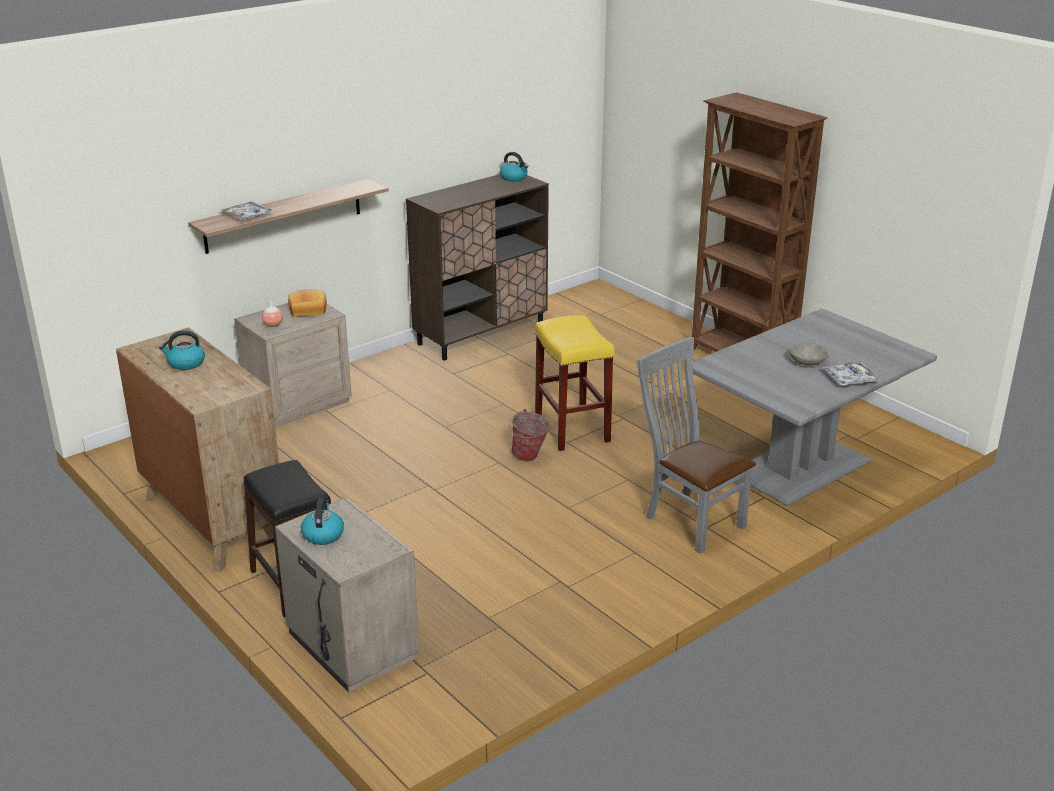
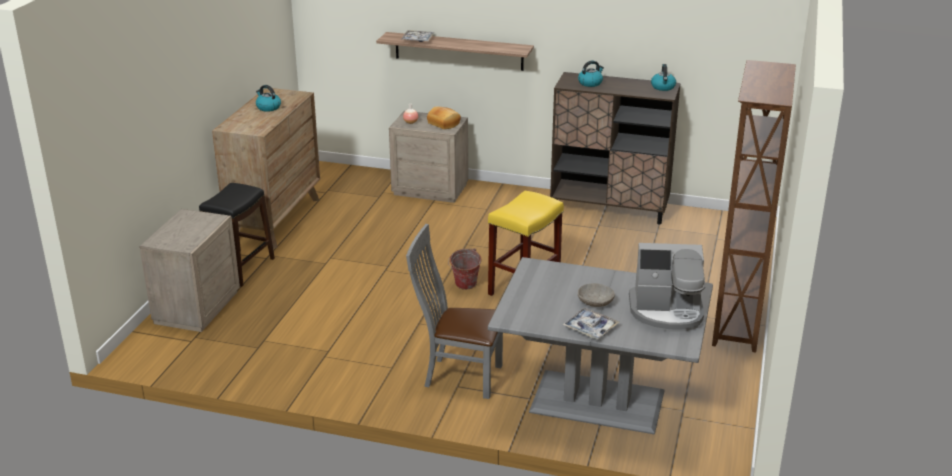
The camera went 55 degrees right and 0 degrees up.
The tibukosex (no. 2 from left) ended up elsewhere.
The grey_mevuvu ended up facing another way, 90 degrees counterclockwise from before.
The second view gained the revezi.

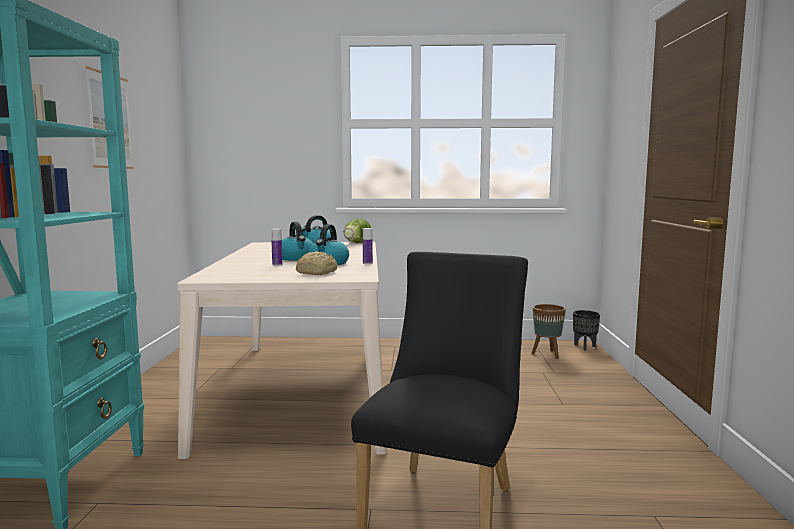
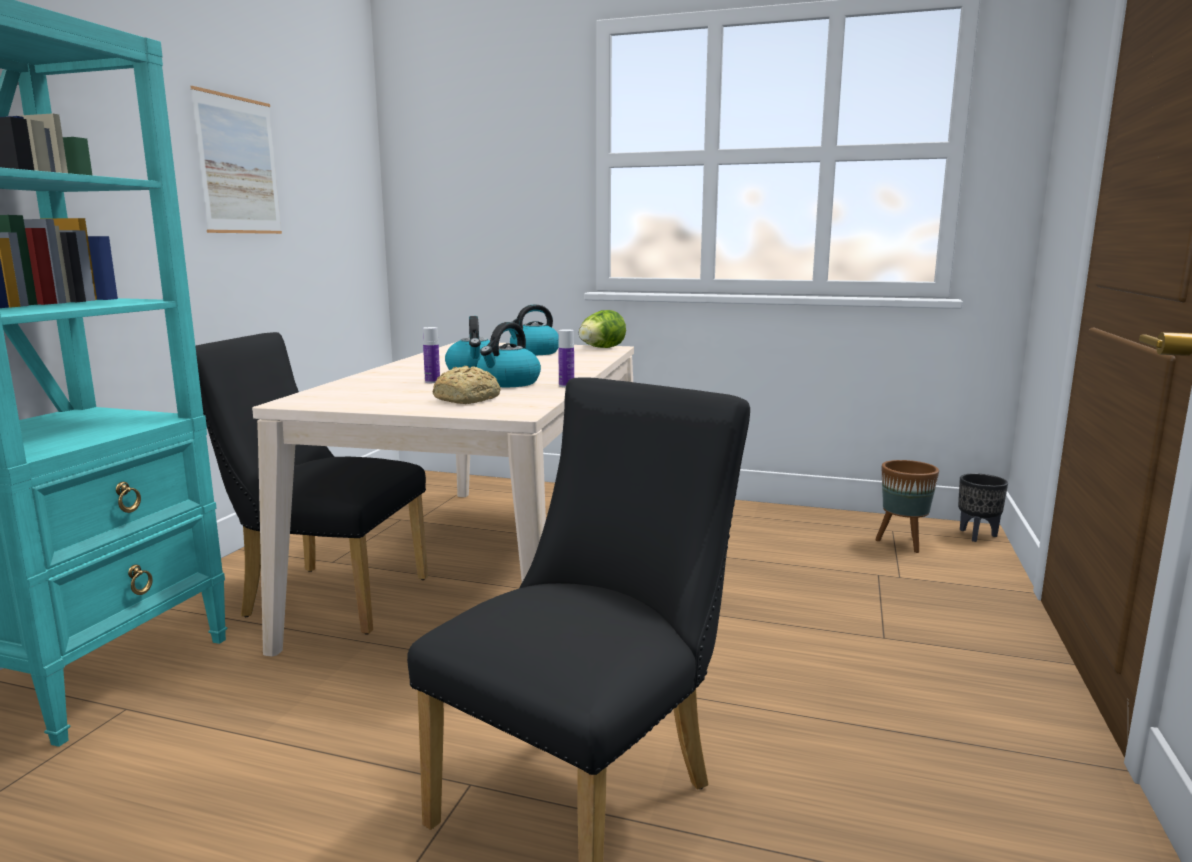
The camera went 15 degrees right and 5 degrees up.
The second view gained the black_mevuvu (no. 1 from left).

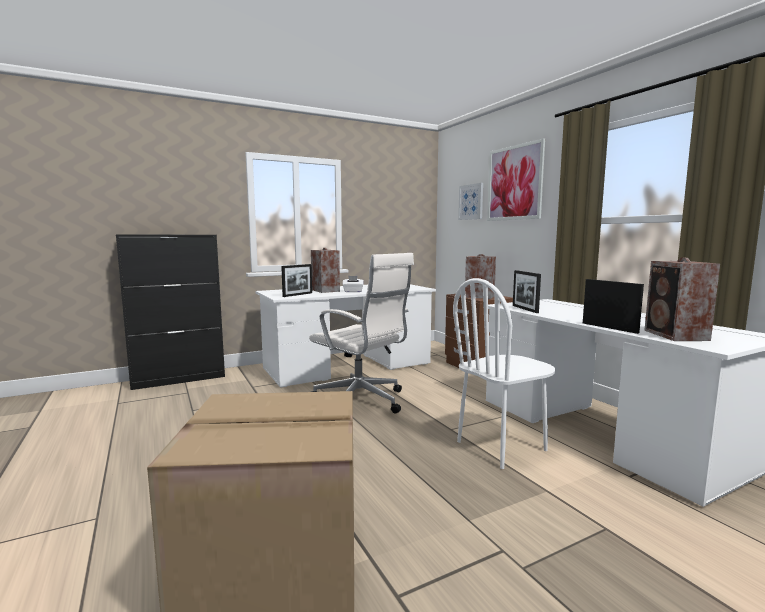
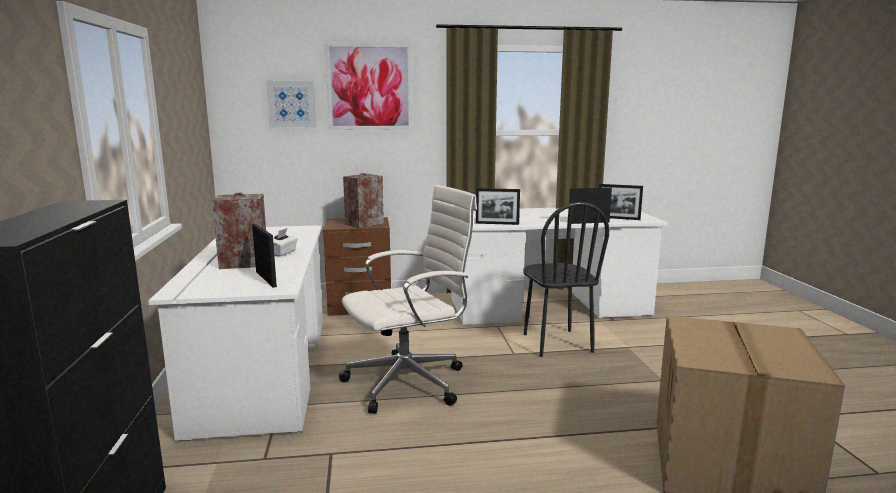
The camera went 70 degrees left and 5 degrees up.
What was the white_mevuvu turned into the black_mevuvu.
Where the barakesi (no. 3 from left) stood, the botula (no. 4 from left) came to stand.

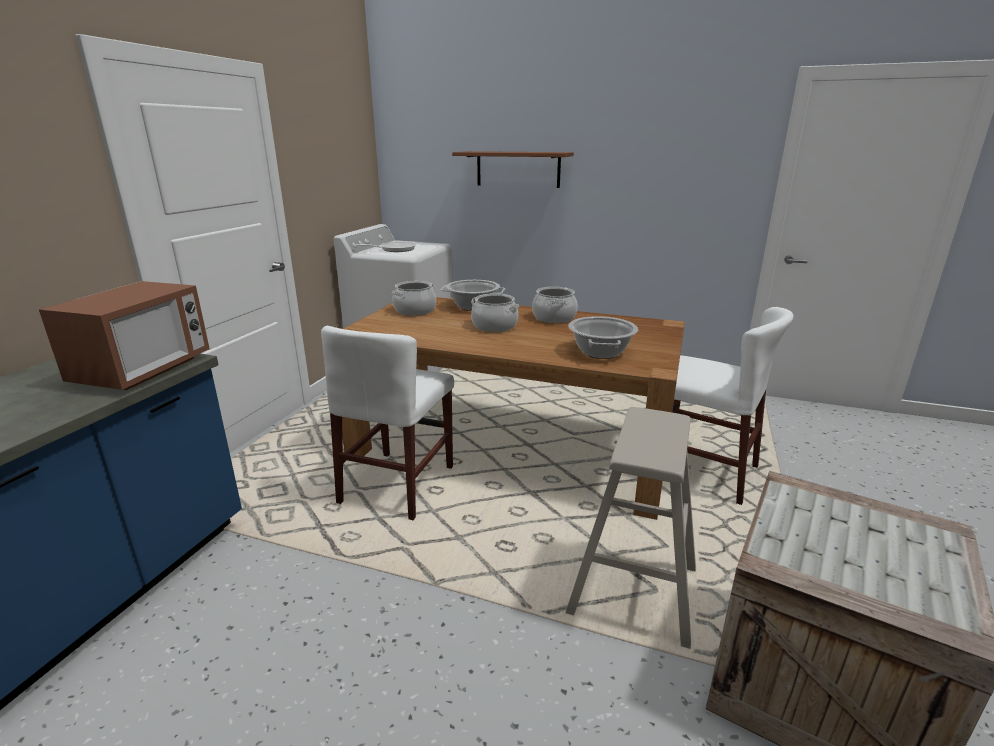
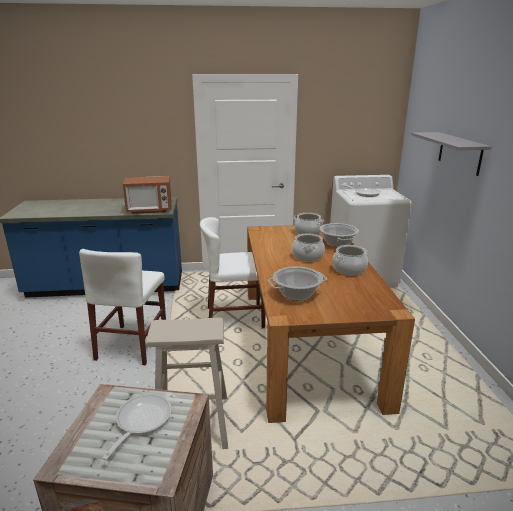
The camera went 65 degrees right and 0 degrees up.
What was the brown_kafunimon turned into the grey_kafunimon.
The white_mevuvu (no. 2 from left in the first image) ended up elsewhere.
The second view gained the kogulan (no. 1 from left).

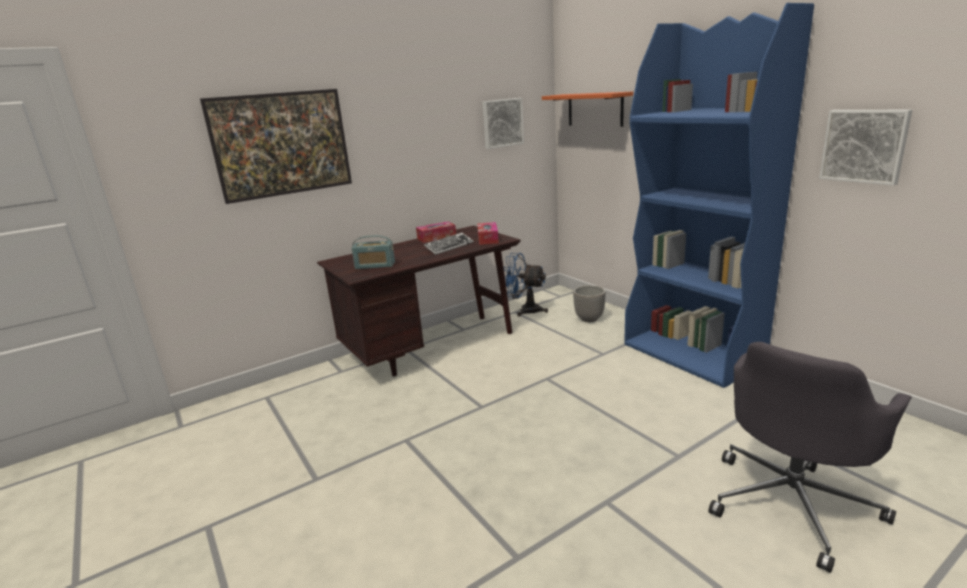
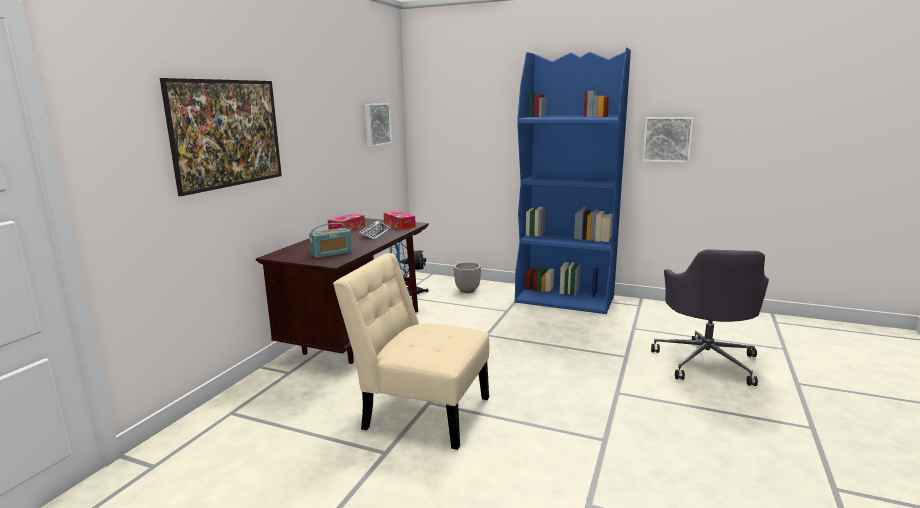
The camera went 35 degrees left and 5 degrees down.
The second view lost the orange_kafunimon.
The second view gained the beige_mevuvu.

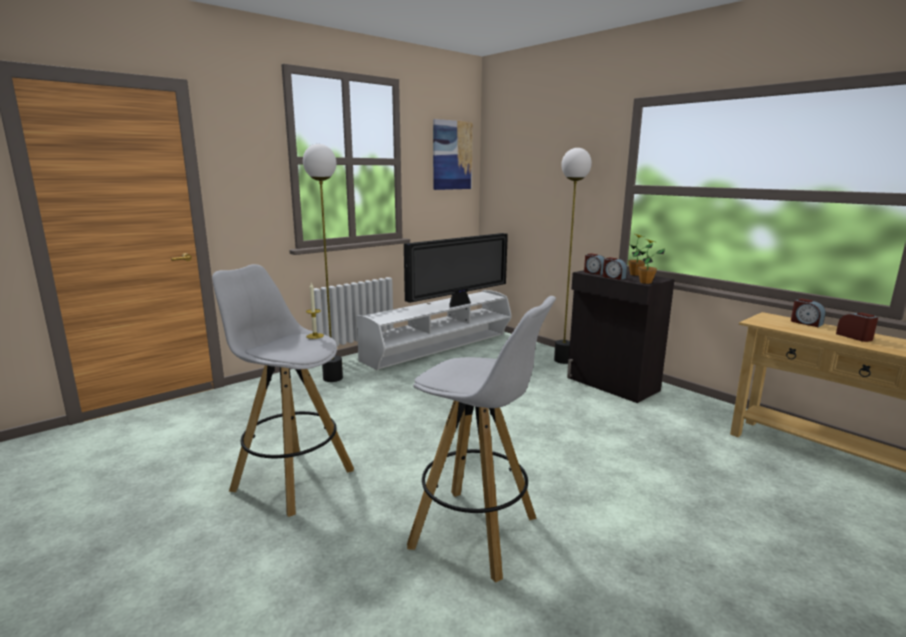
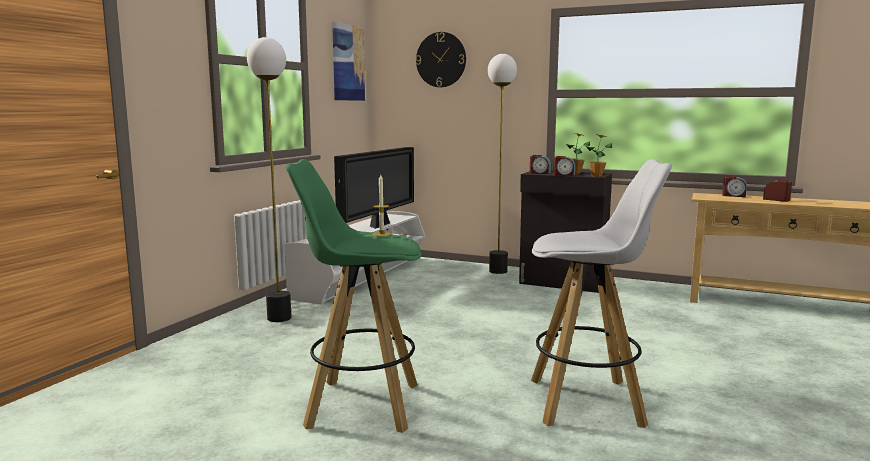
The camera went 25 degrees left and 5 degrees down.
What was the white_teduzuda (no. 1 from left) turned into the green_teduzuda.
The second view gained the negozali.

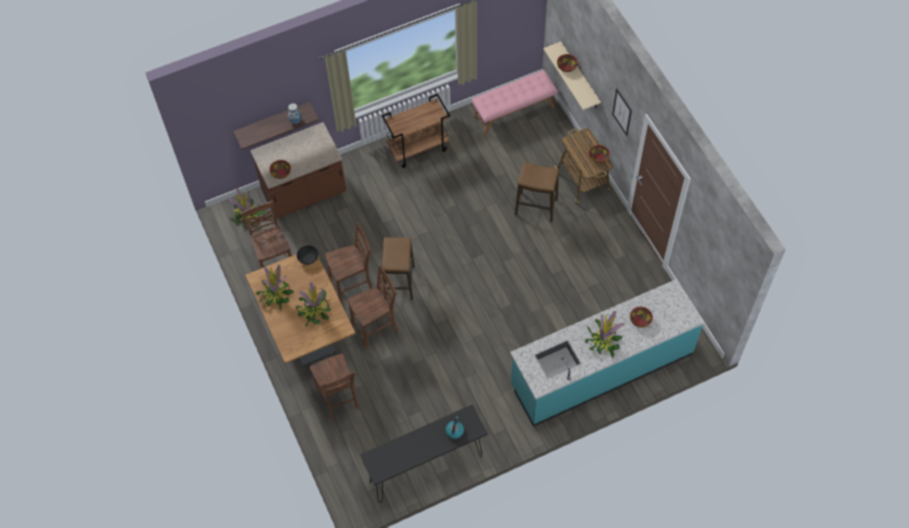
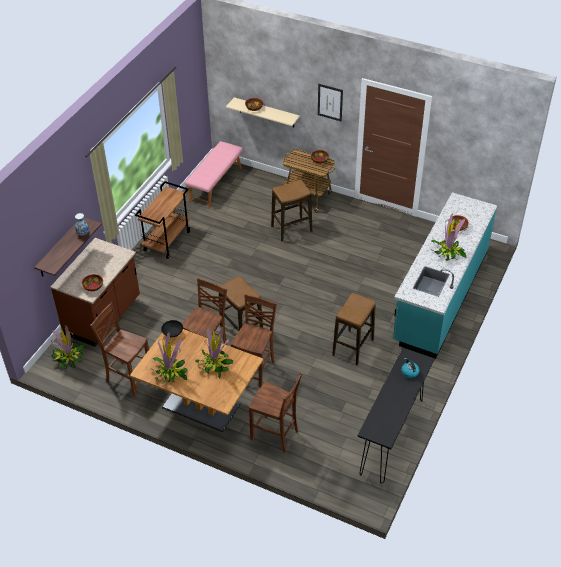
The camera went 40 degrees left and 15 degrees down.
The second view gained the teduzuda (no. 3 from left).

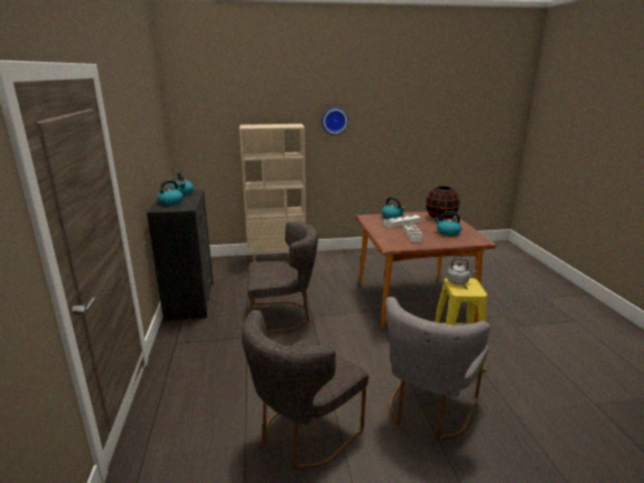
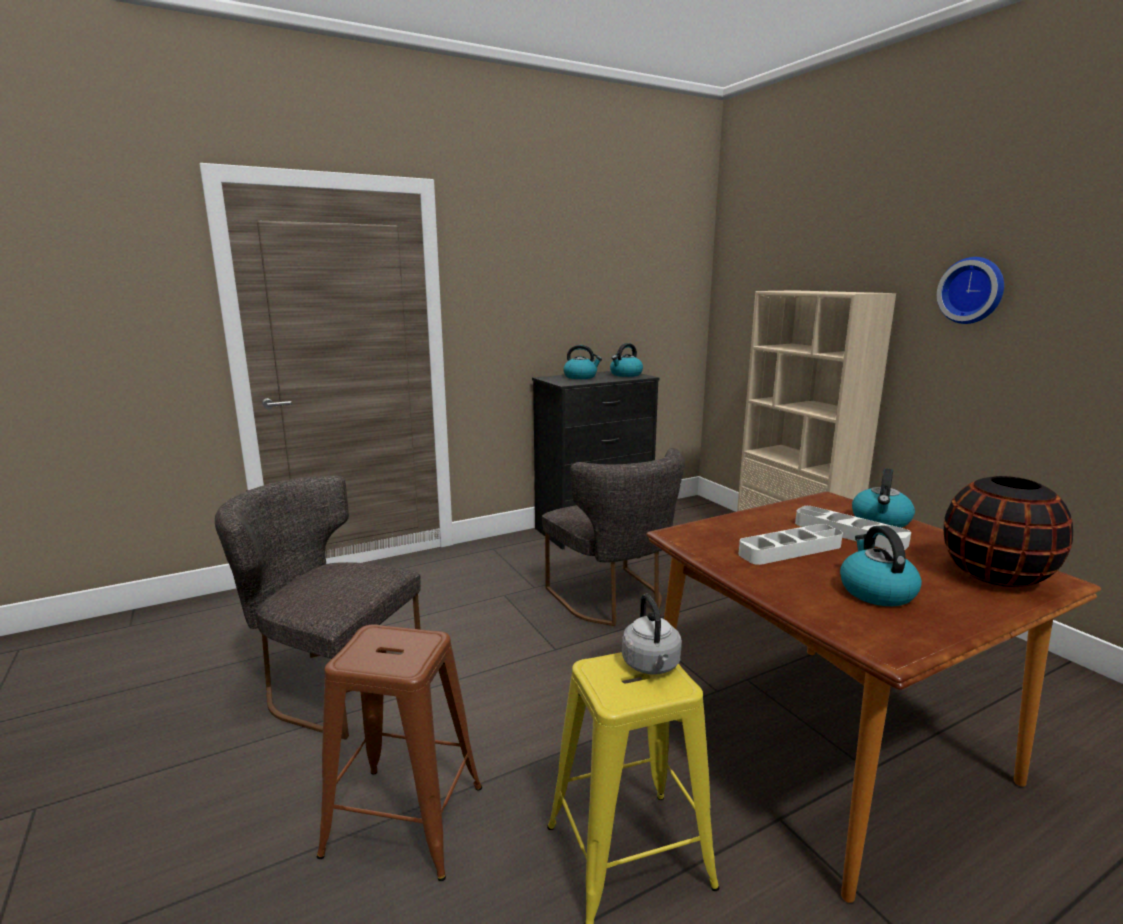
The camera went 70 degrees right and 5 degrees down.
Where the grey_mevuvu (no. 3 from left) stood, the brown_teduzuda came to stand.

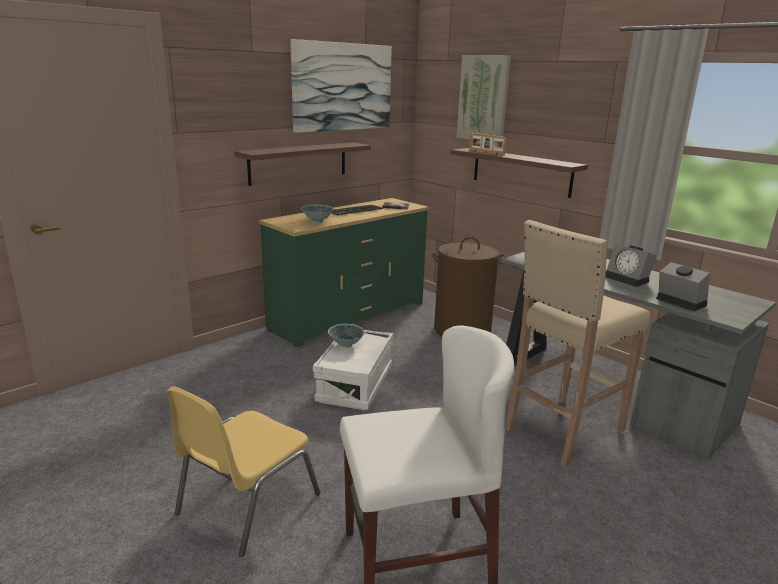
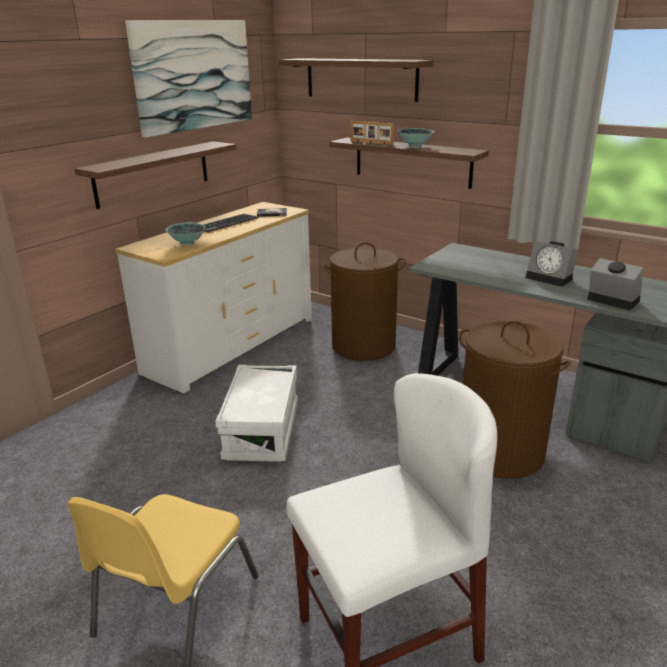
The camera went 10 degrees left and 5 degrees up.
What was the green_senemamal turned into the white_senemamal.
The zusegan (no. 2 from left) ended up elsewhere.
Where the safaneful (no. 2 from left) hung, the kafunimon (no. 2 from left) came to hang.
Where the beige_teduzuda stood, the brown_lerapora (no. 2 from left) came to stand.

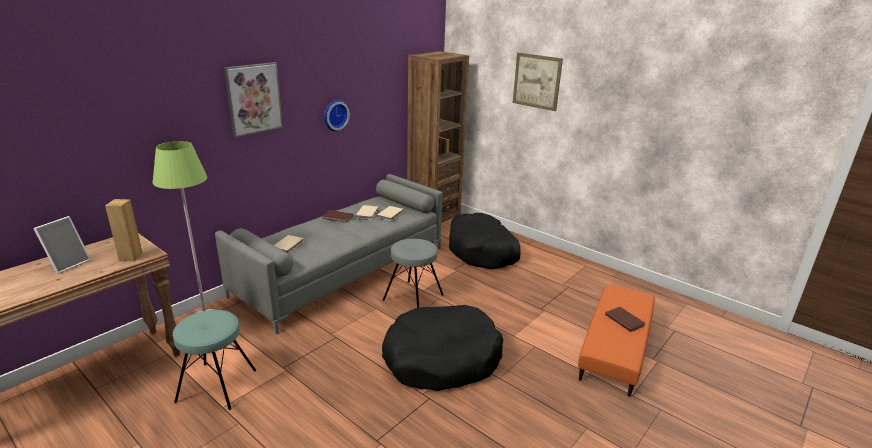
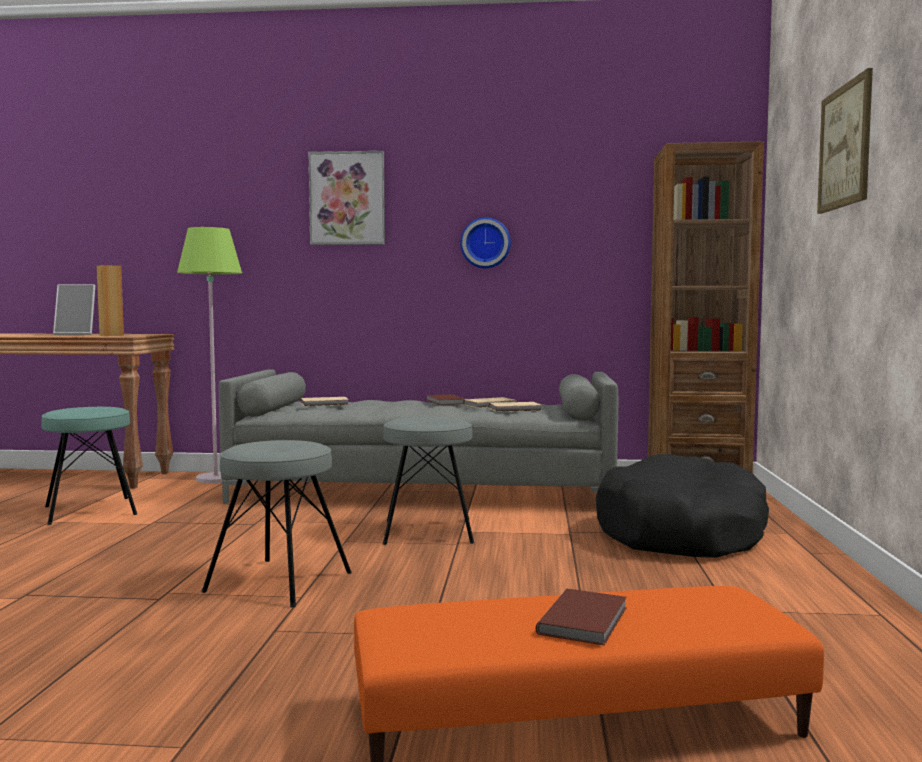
The camera went 55 degrees right and 20 degrees down.
Where the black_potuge (no. 1 from left) stood, the grey_teduzuda (no. 1 from left) came to stand.

